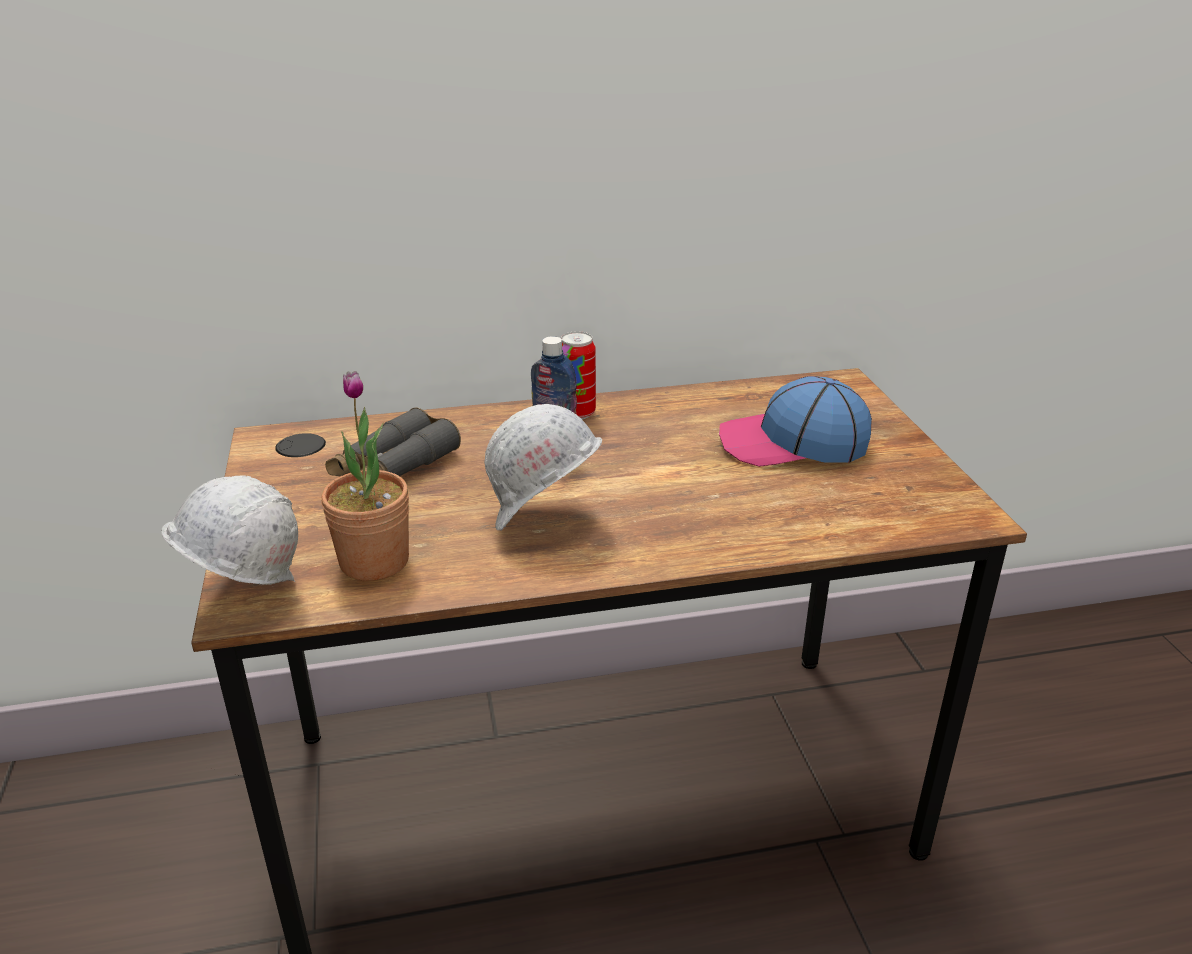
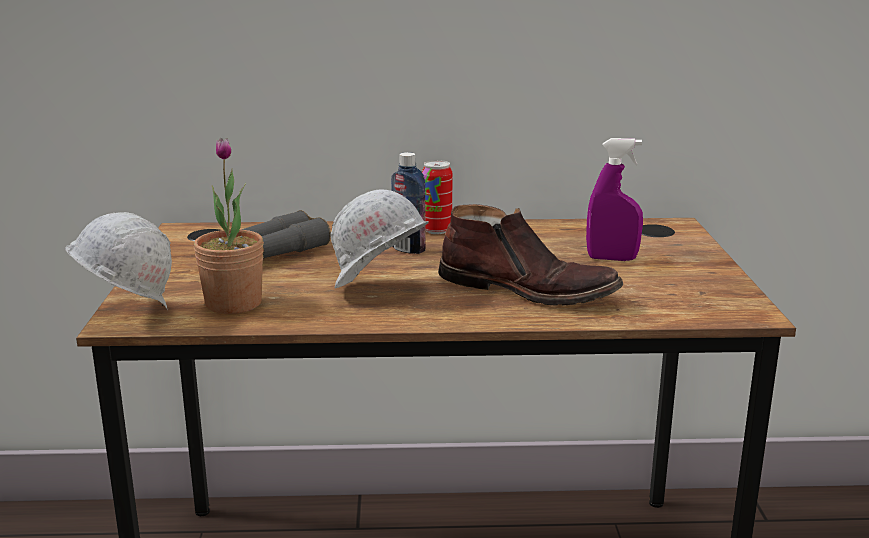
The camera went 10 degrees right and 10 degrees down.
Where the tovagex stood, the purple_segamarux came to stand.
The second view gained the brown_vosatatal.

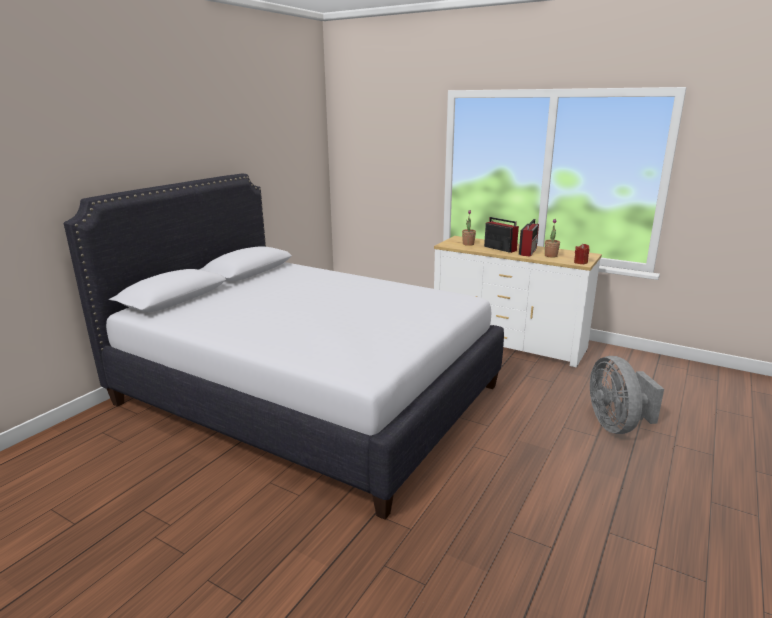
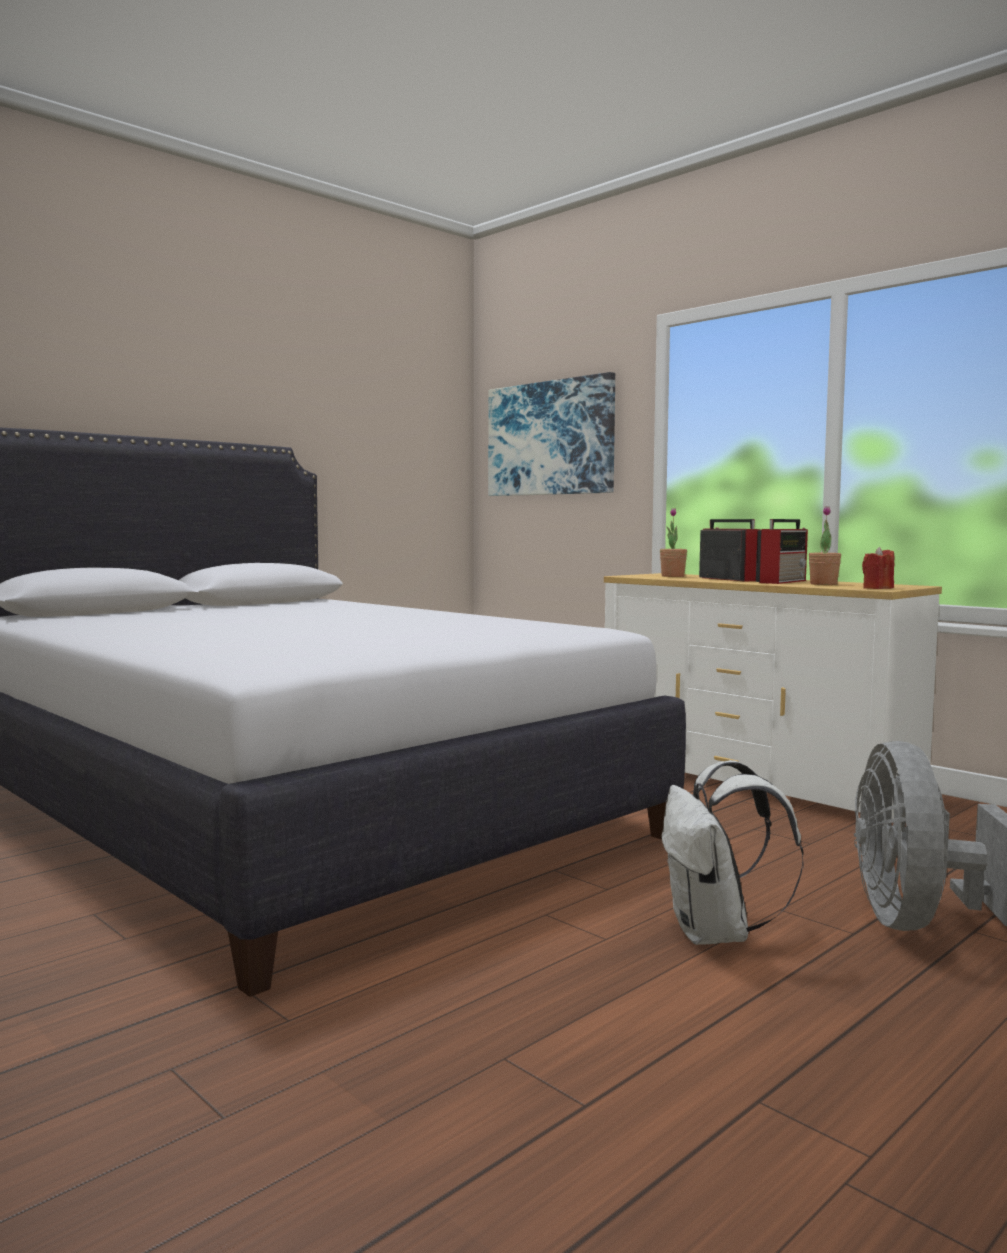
The camera went 15 degrees right and 15 degrees down.
The second view gained the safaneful.
The second view gained the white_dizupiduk.

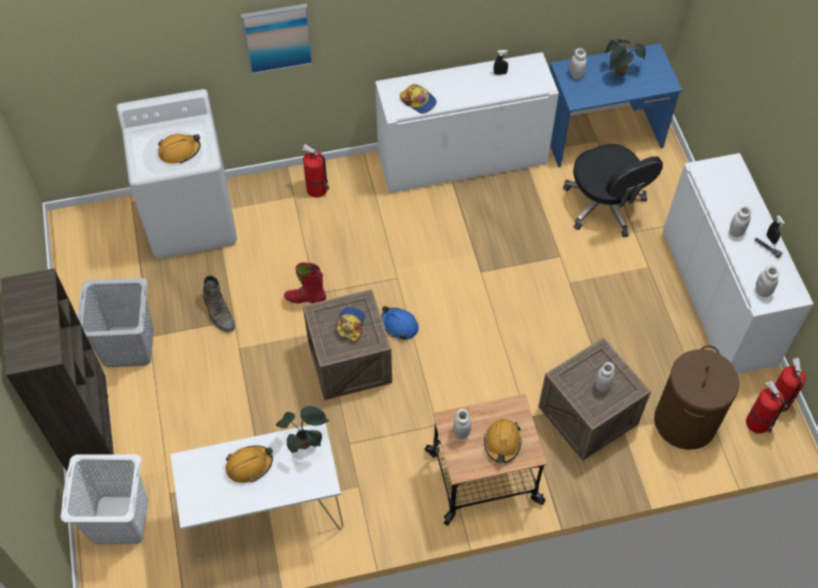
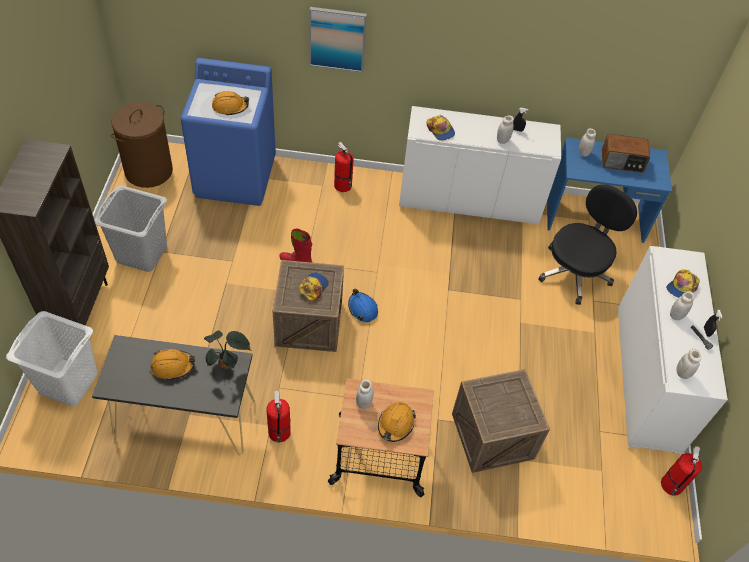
The camera went 15 degrees right and 5 degrees down.
What was the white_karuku turned into the blue_karuku.
What was the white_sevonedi turned into the black_sevonedi.
The second view lost the green_vosatatal.
The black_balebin ended up facing another way, 135 degrees counterclockwise from before.
The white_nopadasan (no. 3 from left in the first image) ended up elsewhere.
Where the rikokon (no. 2 from left) stood, the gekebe came to stand.
The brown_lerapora ended up elsewhere.
The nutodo (no. 2 from left in the first image) ended up elsewhere.
The second view gained the tovagex (no. 3 from left).

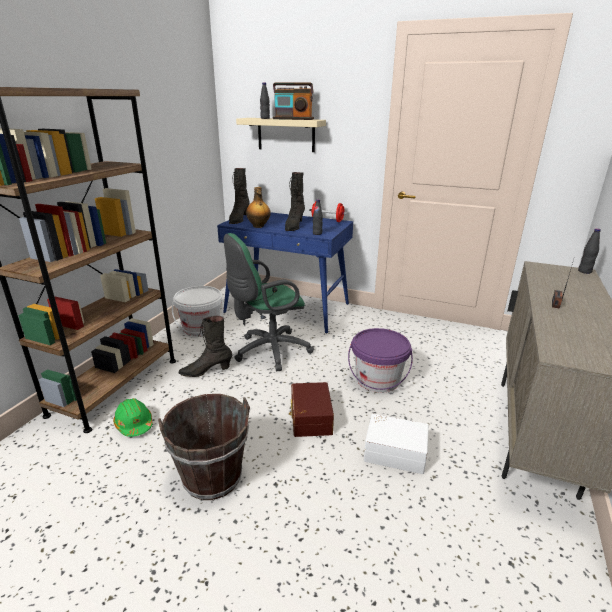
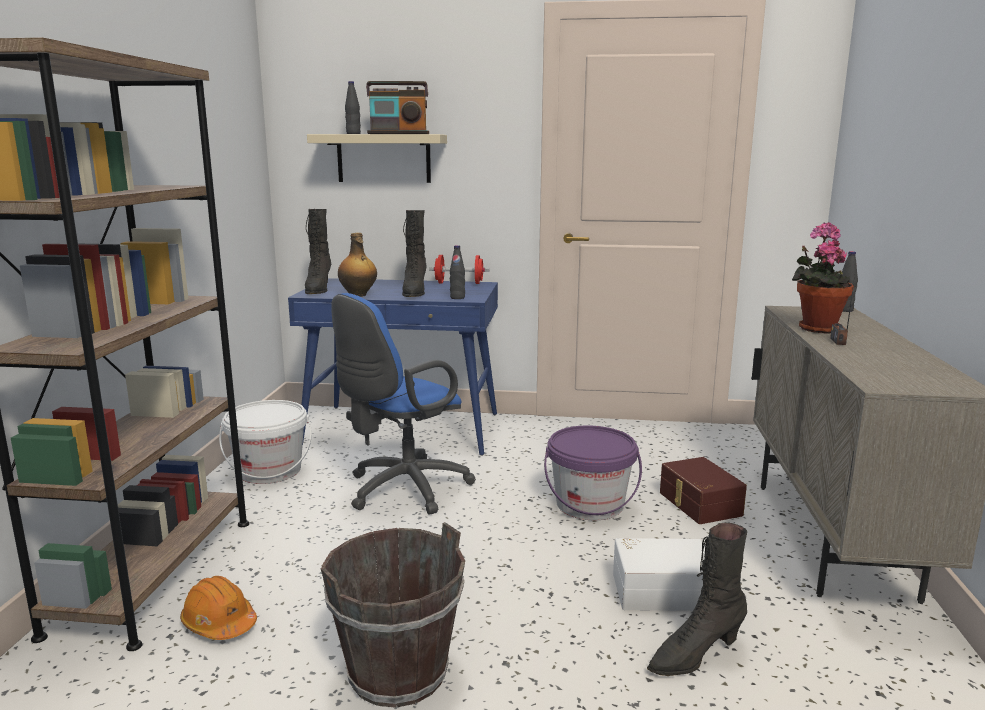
The camera went 15 degrees left and 10 degrees down.
What was the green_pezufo turned into the orange_pezufo.
The black_vosatatal (no. 1 from left in the first image) ended up elsewhere.
What was the green_balebin turned into the blue_balebin.
The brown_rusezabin ended up elsewhere.
The second view gained the rikokon.

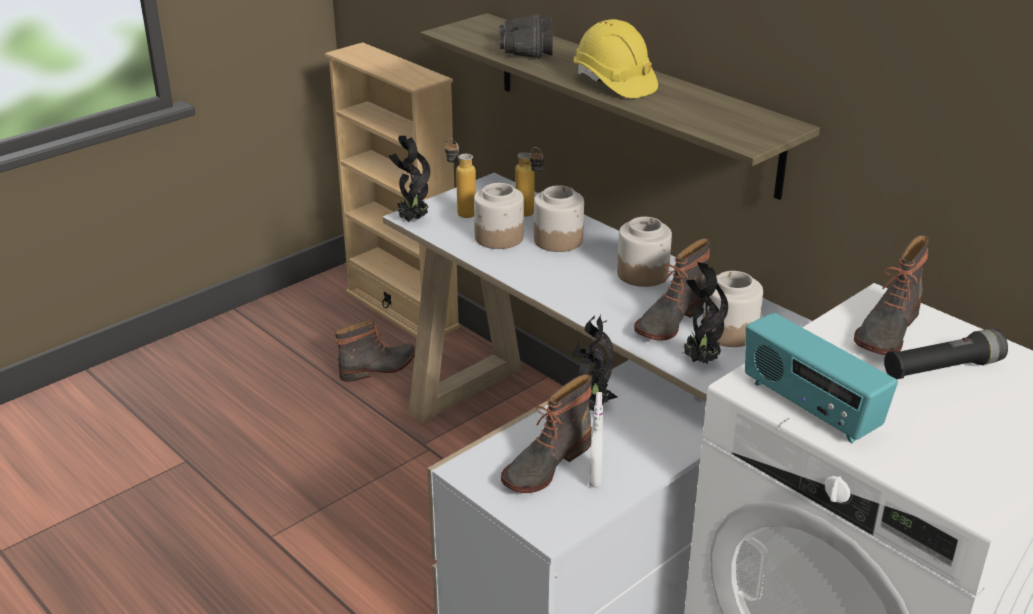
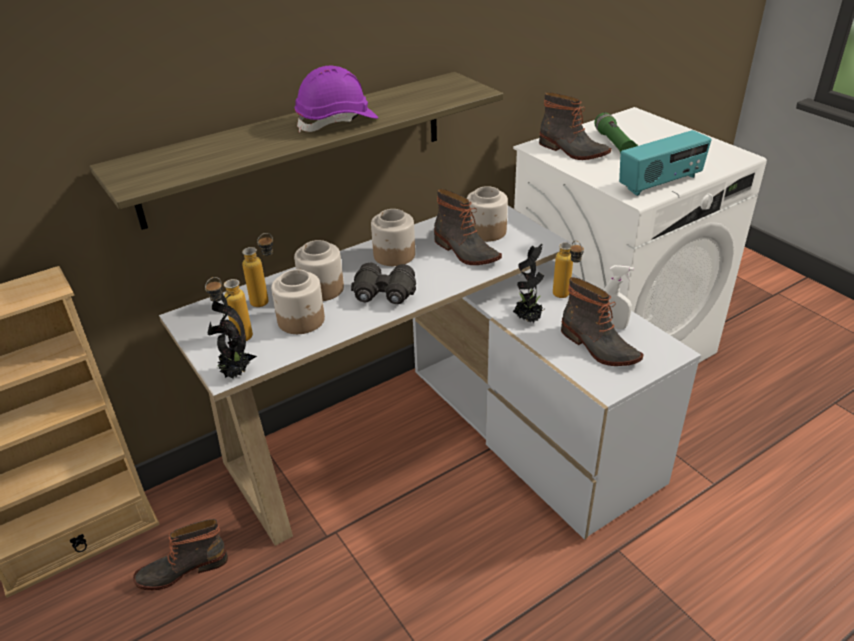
The camera went 80 degrees left and 5 degrees up.
The vosatatal (no. 1 from left) ended up facing another way, 90 degrees counterclockwise from before.
The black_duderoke ended up elsewhere.
What was the yellow_pezufo turned into the purple_pezufo.
The second view lost the rikokon (no. 3 from left).
What was the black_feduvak turned into the green_feduvak.
The second view gained the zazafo (no. 3 from left).

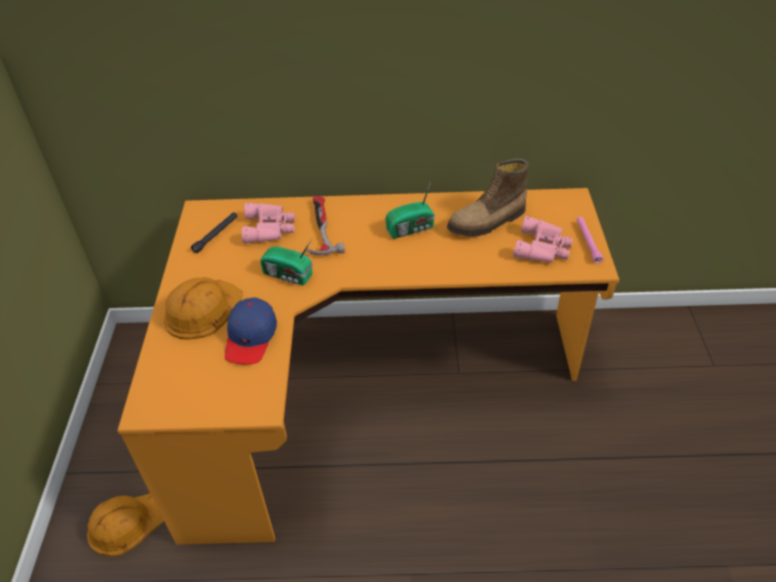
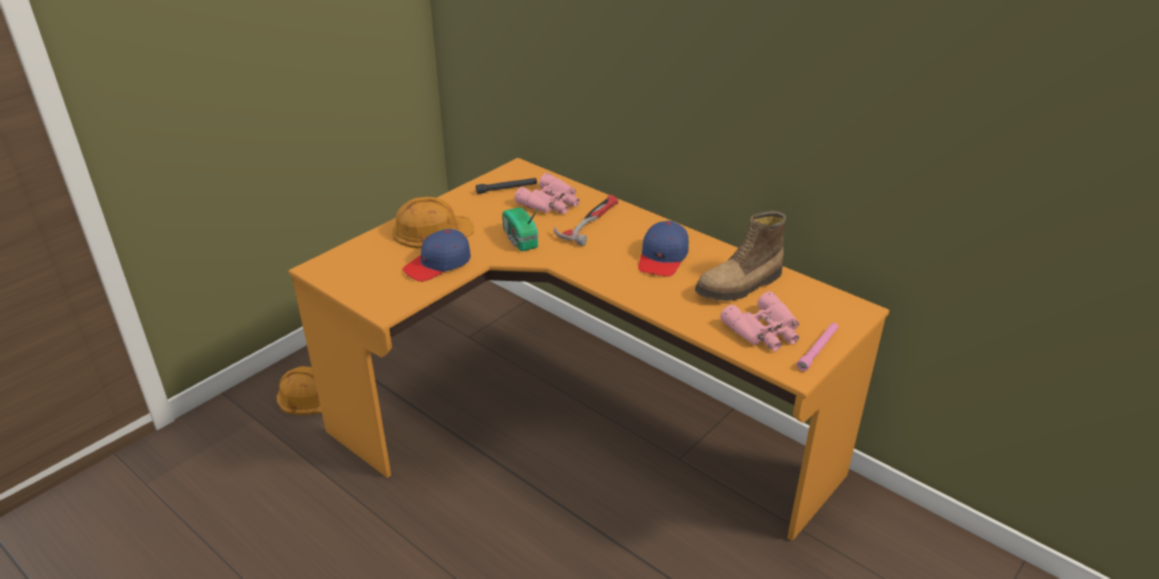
The camera went 40 degrees right and 10 degrees down.
Where the gekebe (no. 2 from left) stood, the blue_tovagex (no. 2 from left) came to stand.
The vosatatal ended up facing another way, 45 degrees counterclockwise from before.

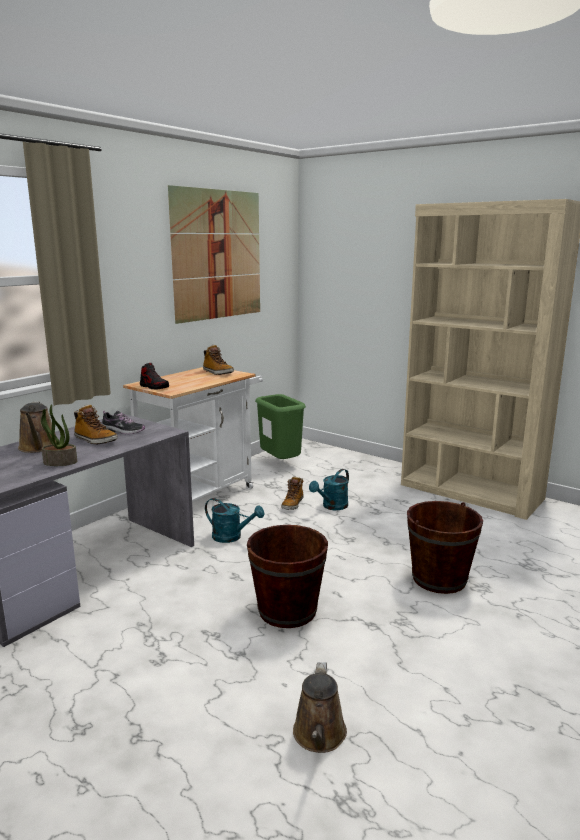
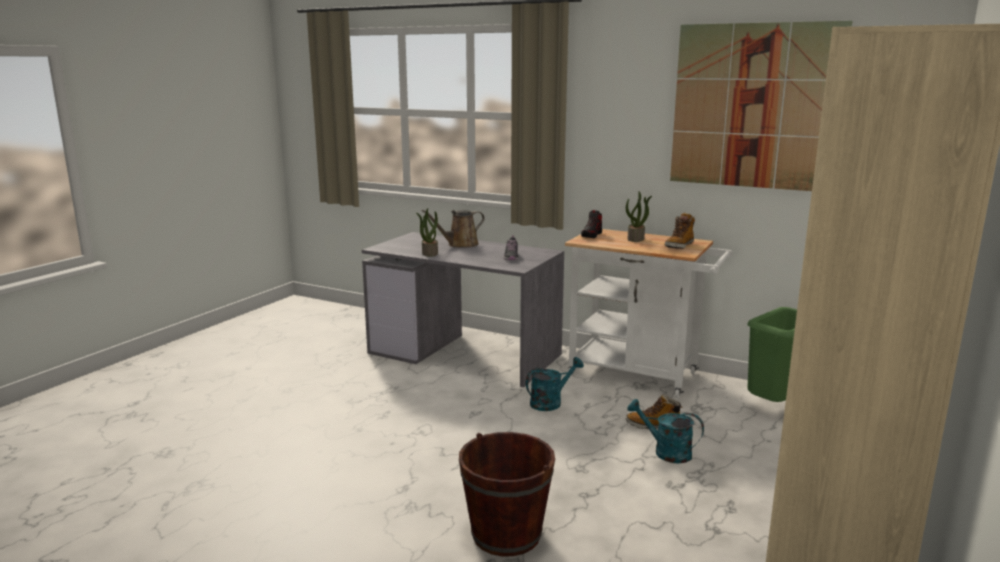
The camera went 80 degrees right and 0 degrees up.
The second view lost the vosatatal (no. 1 from left).
The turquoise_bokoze (no. 1 from left) ended up facing another way, 135 degrees counterclockwise from before.
The second view lost the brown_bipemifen (no. 1 from left).
The second view lost the brown_bokoze (no. 2 from left).
The second view gained the rikokon (no. 2 from left).

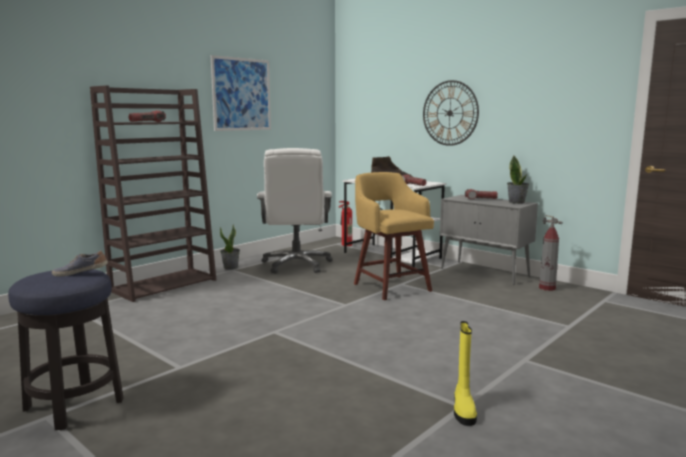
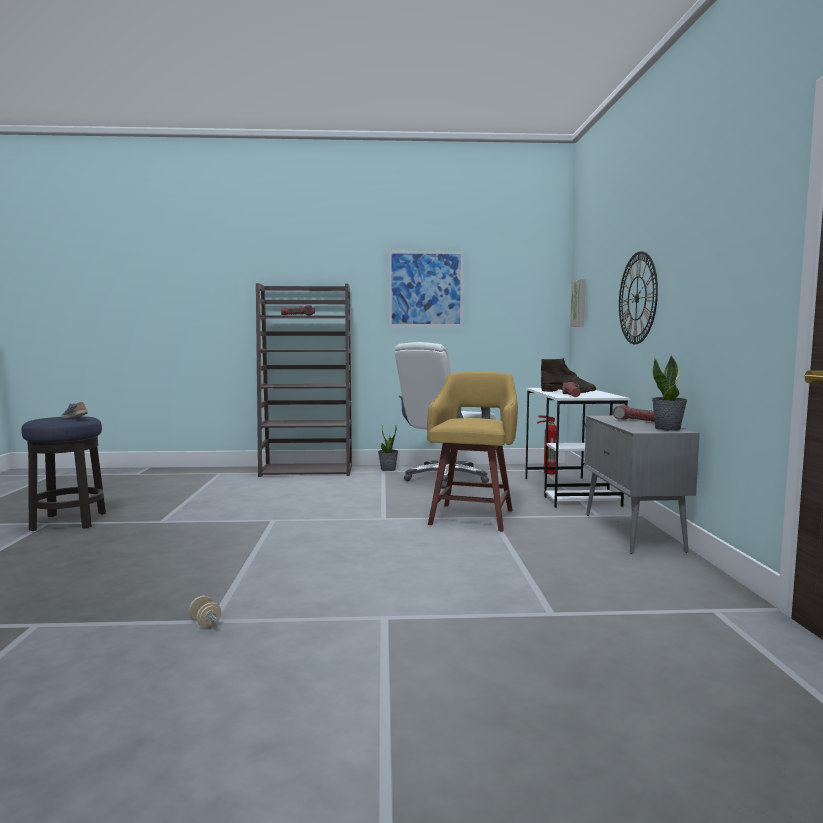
The camera went 45 degrees right and 5 degrees down.
Where the yellow_vosatatal stood, the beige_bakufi came to stand.
The second view lost the nutodo (no. 2 from left).
The second view gained the safaneful (no. 2 from left).

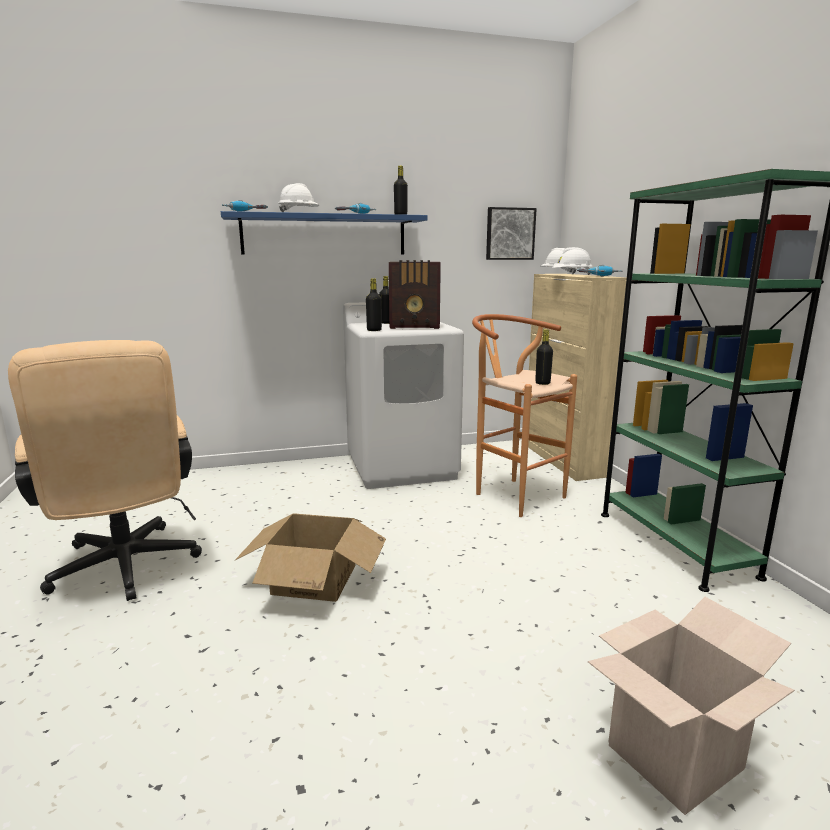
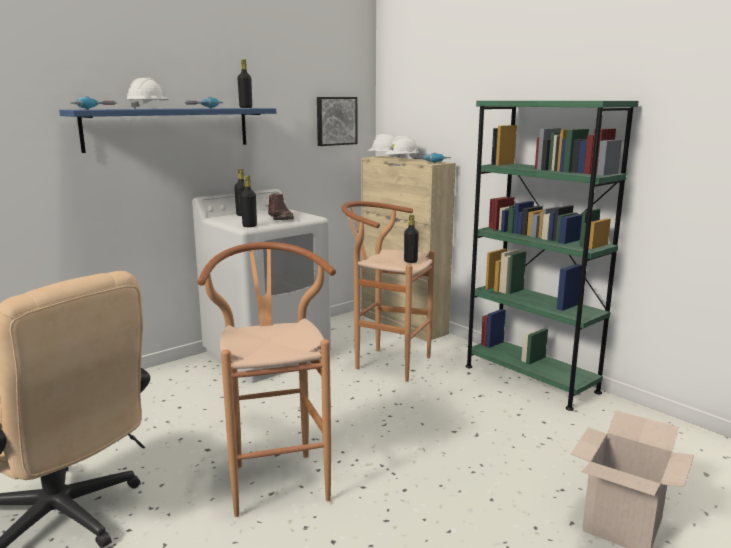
The camera went 25 degrees left and 0 degrees up.
Where the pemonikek (no. 1 from left) stood, the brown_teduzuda (no. 1 from left) came to stand.
Where the gekebe stood, the brown_vosatatal came to stand.

